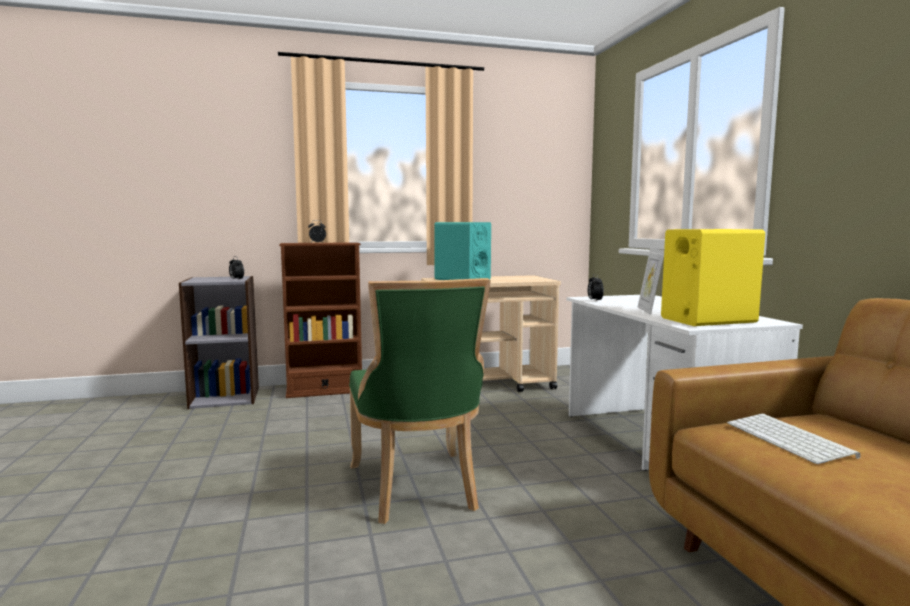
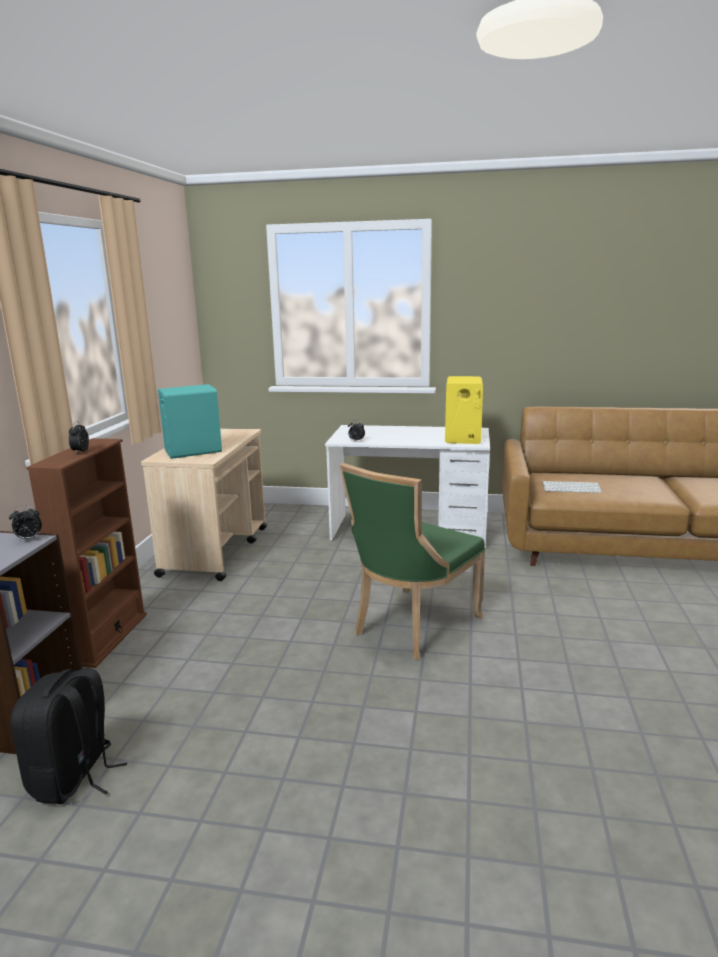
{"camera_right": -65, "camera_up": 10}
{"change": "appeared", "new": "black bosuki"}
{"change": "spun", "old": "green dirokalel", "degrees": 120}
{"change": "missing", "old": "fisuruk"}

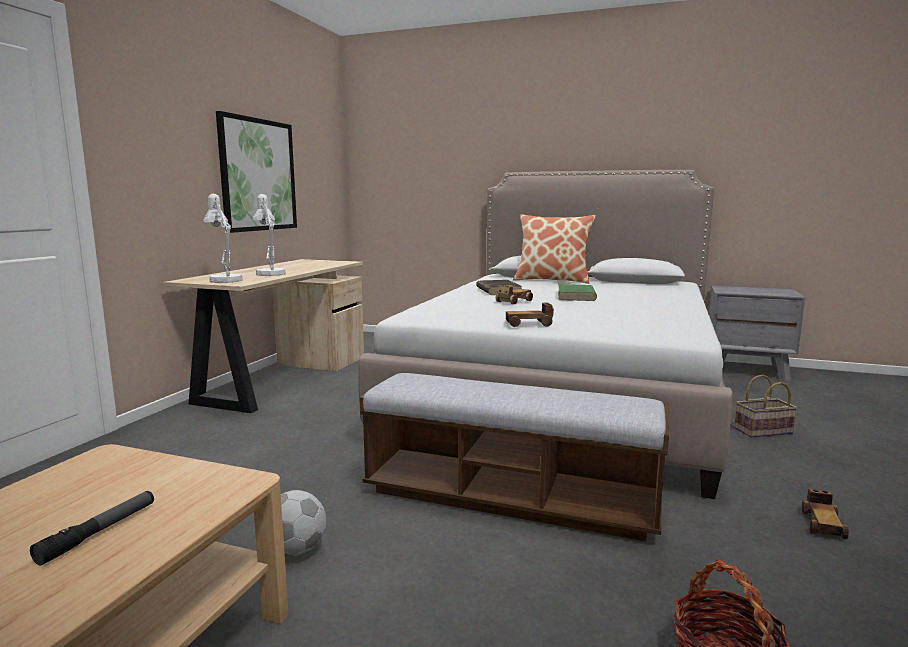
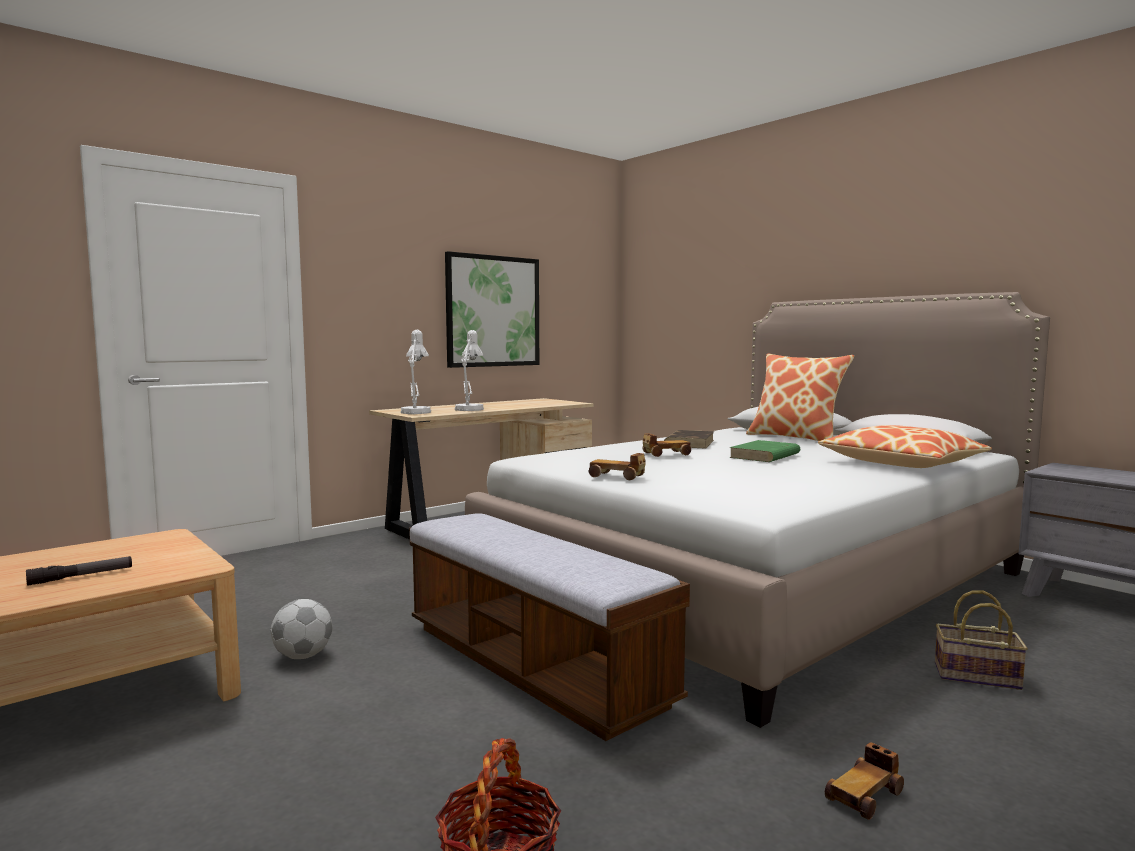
{"camera_right": 30, "camera_up": -5}
{"change": "appeared", "new": "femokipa (no. 2 from left)"}

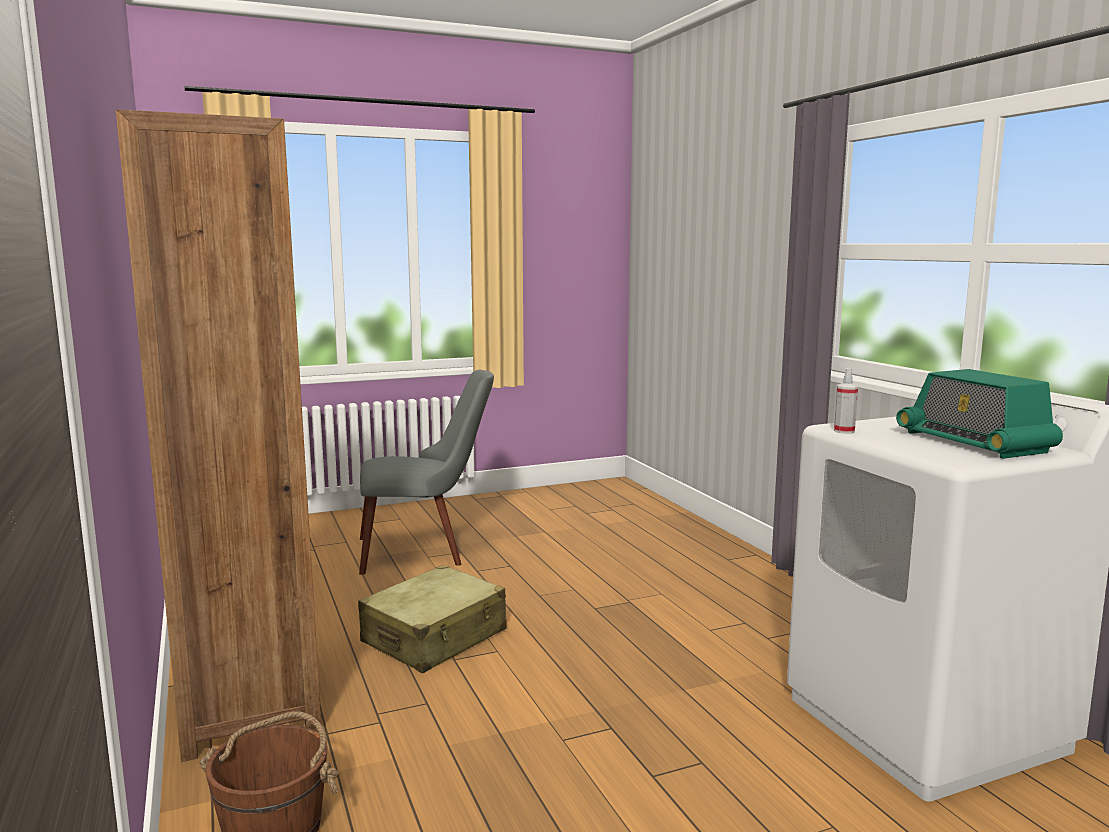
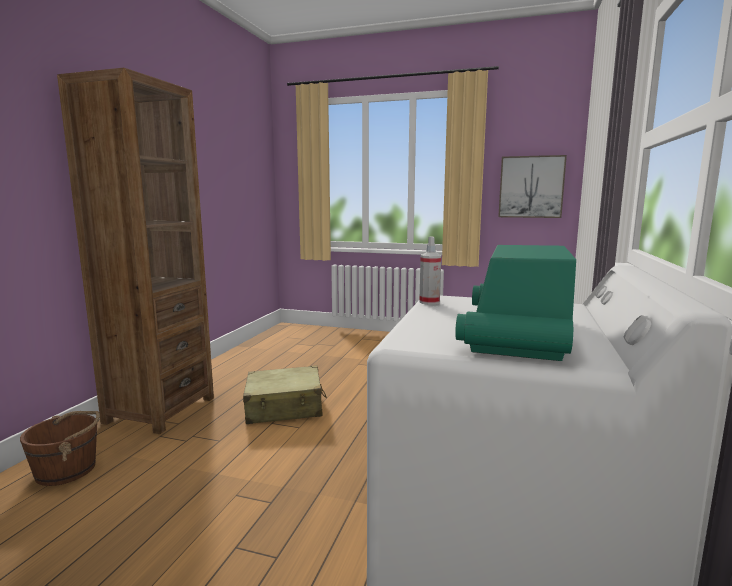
{"camera_right": 40, "camera_up": 0}
{"change": "appeared", "new": "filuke"}
{"change": "missing", "old": "grey dirokalel"}

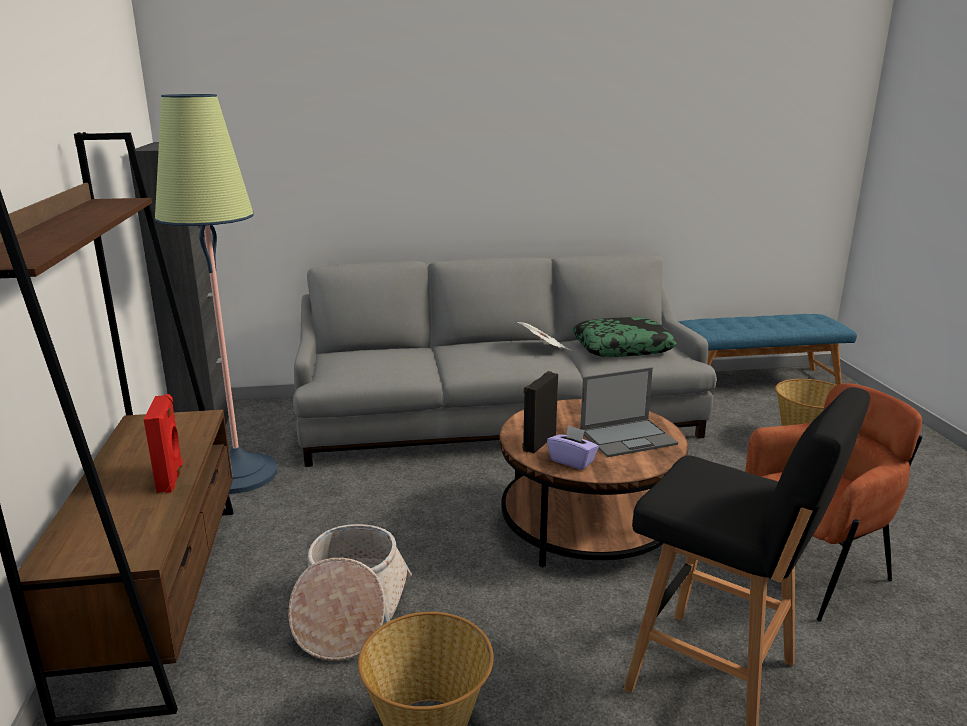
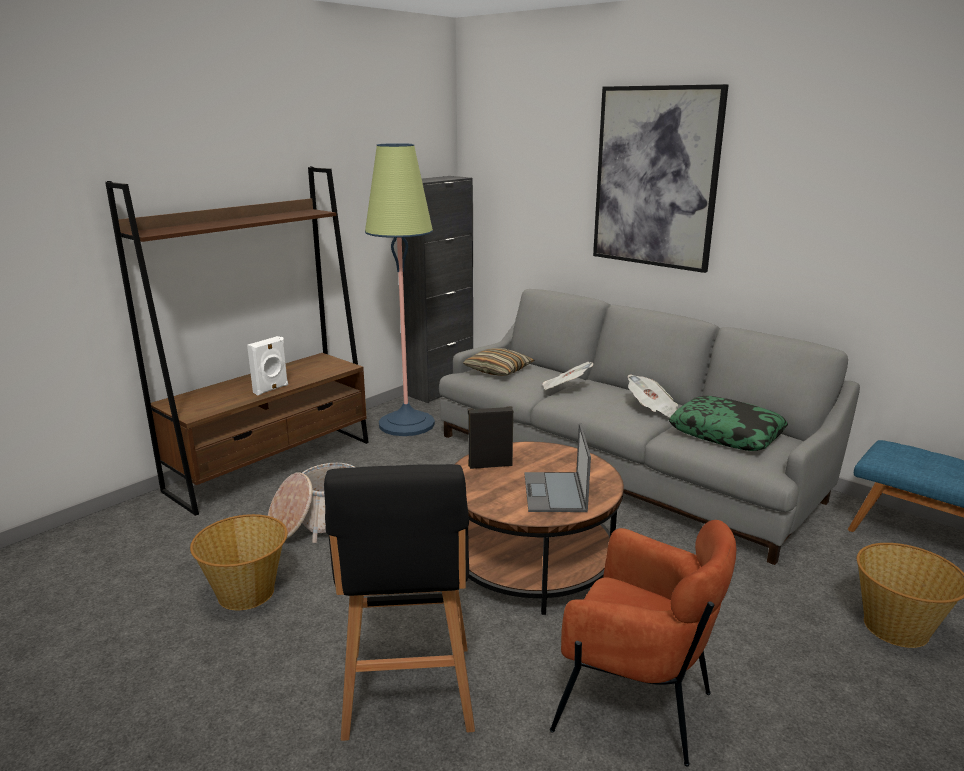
{"camera_right": 50, "camera_up": 0}
{"change": "colour", "old": "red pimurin", "new": "white pimurin"}
{"change": "appeared", "new": "femokipa (no. 1 from left)"}
{"change": "spun", "old": "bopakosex", "degrees": 60}
{"change": "appeared", "new": "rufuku (no. 1 from left)"}
{"change": "appeared", "new": "filuke"}
{"change": "missing", "old": "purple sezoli"}

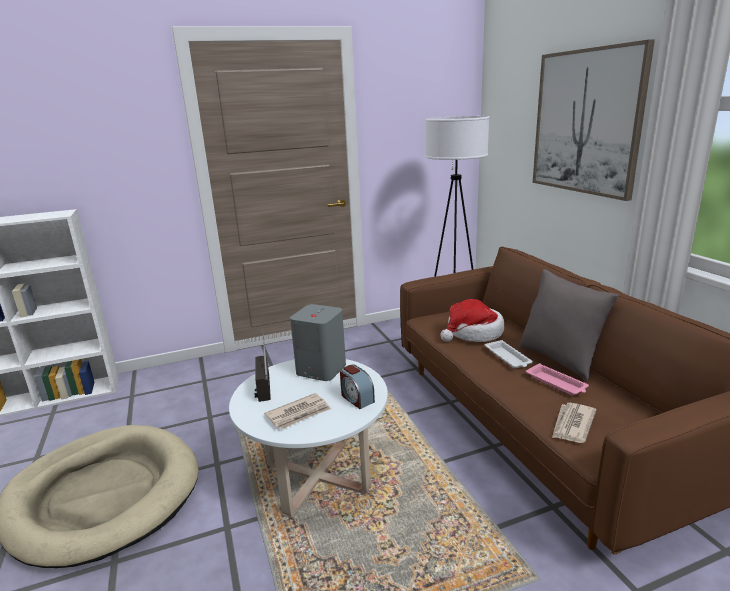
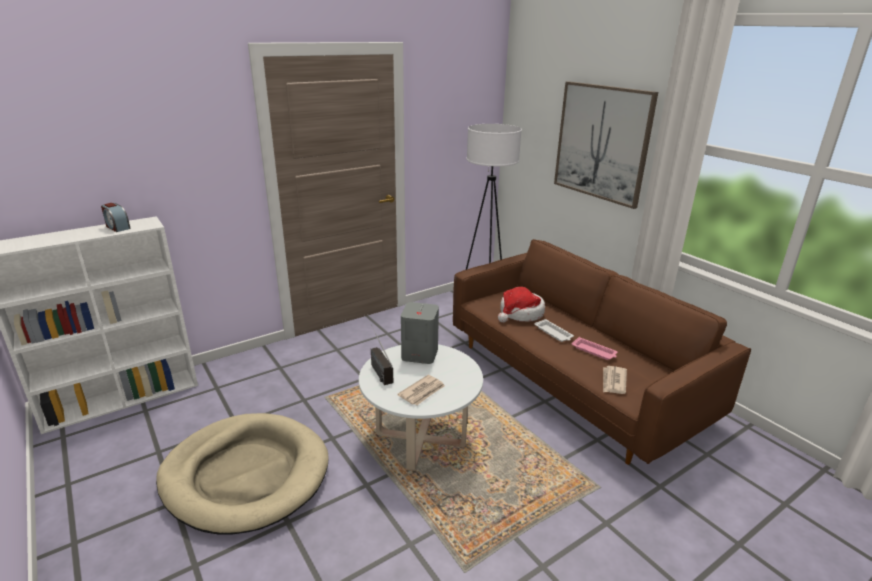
{"camera_right": -15, "camera_up": 5}
{"change": "relocated", "old": "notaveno"}
{"change": "missing", "old": "grey femokipa"}

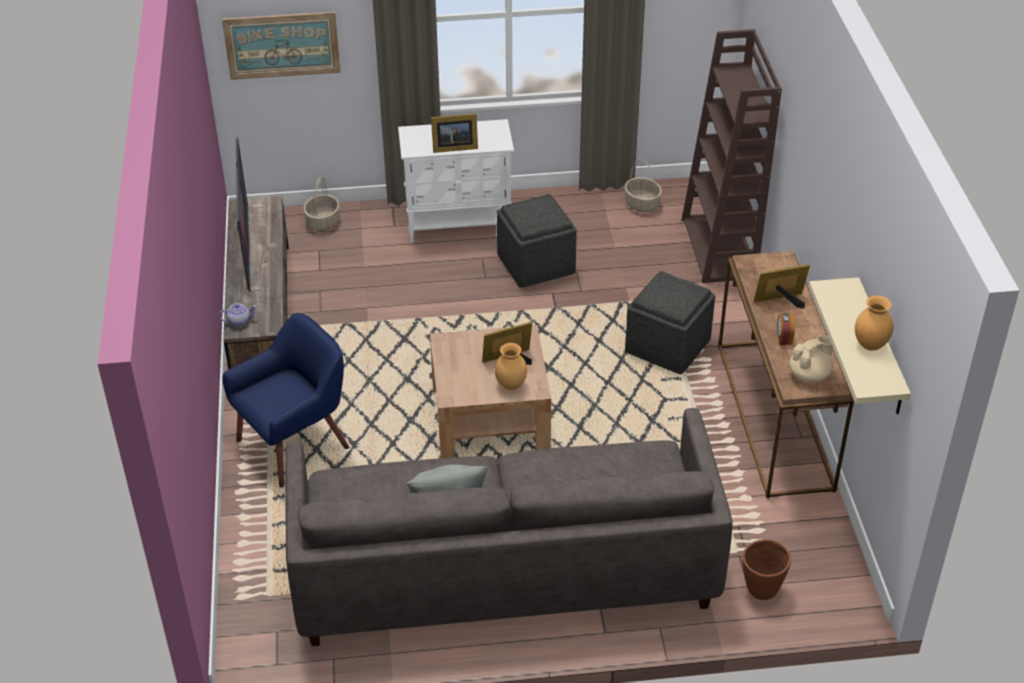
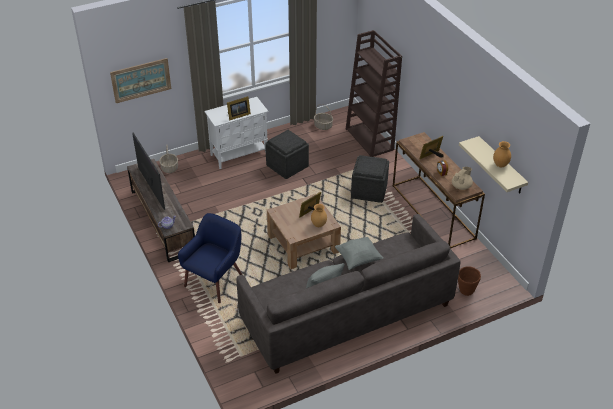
{"camera_right": -20, "camera_up": 0}
{"change": "appeared", "new": "grey femokipa (no. 2 from left)"}

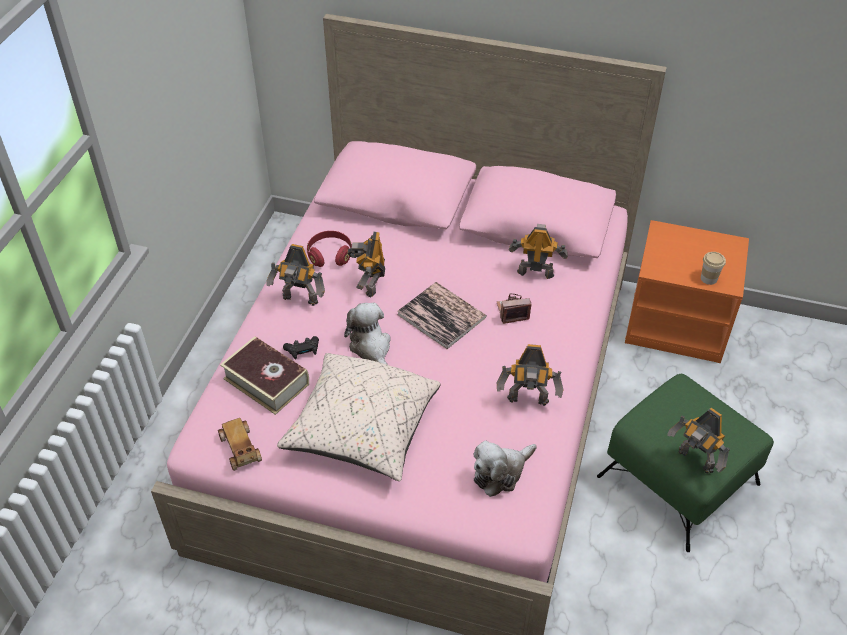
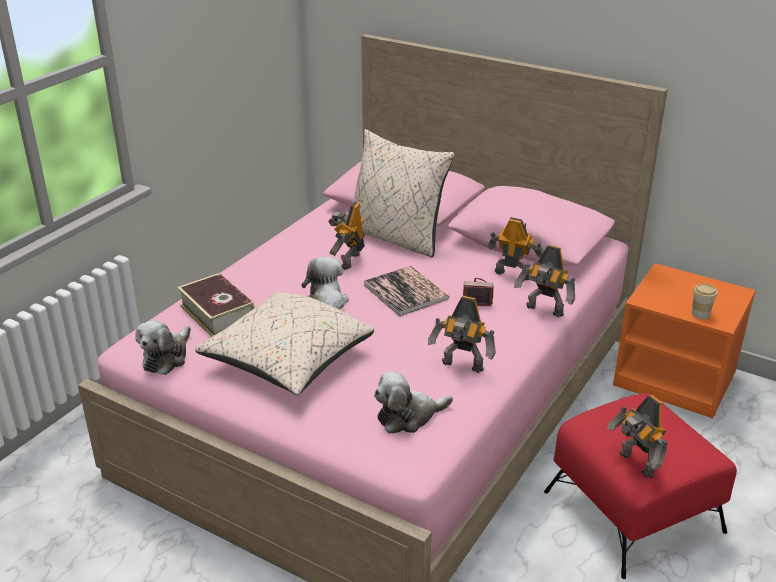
{"camera_right": 15, "camera_up": -15}
{"change": "exchanged", "old": "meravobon", "new": "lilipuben (no. 1 from left)"}
{"change": "appeared", "new": "beige femokipa (no. 2 from left)"}
{"change": "relocated", "old": "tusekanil (no. 1 from left in the first image)", "new": "tusekanil (no. 4 from left)"}
{"change": "colour", "old": "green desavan", "new": "red desavan"}
{"change": "missing", "old": "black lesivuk"}
{"change": "missing", "old": "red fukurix"}

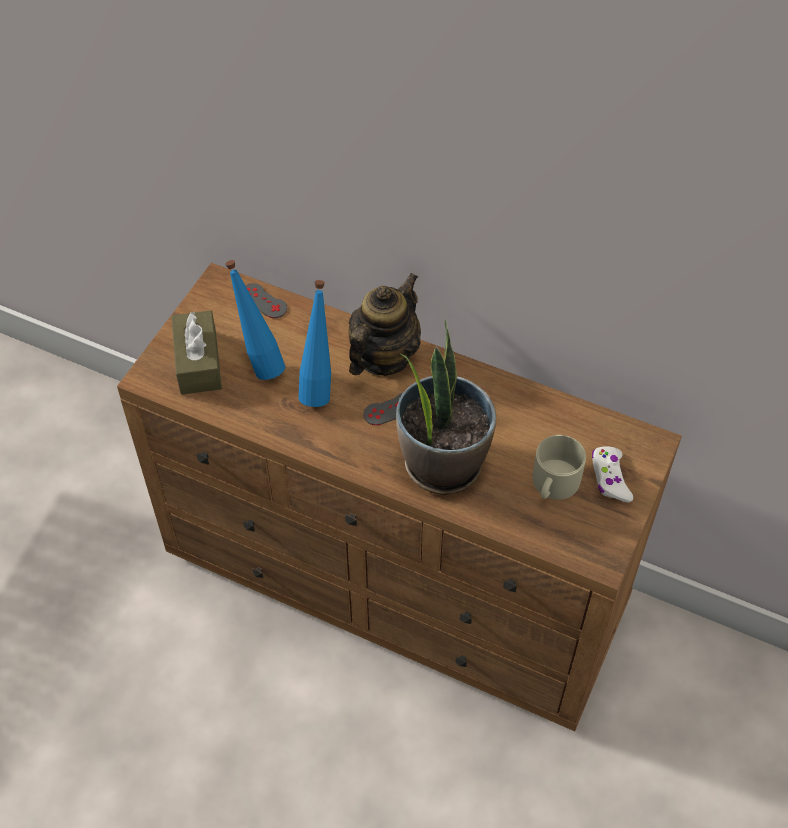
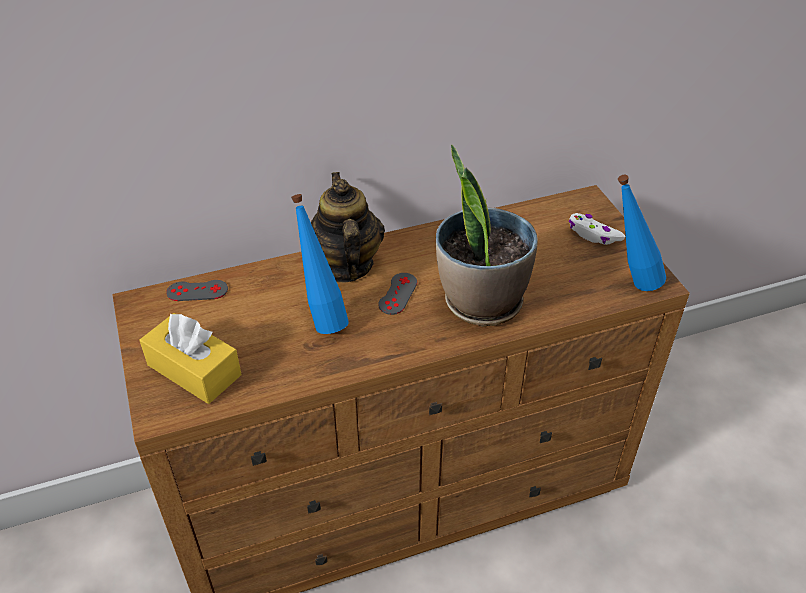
{"camera_right": -45, "camera_up": -10}
{"change": "colour", "old": "brown sezoli", "new": "yellow sezoli"}
{"change": "relocated", "old": "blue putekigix (no. 1 from left in the first image)", "new": "blue putekigix (no. 2 from left)"}
{"change": "missing", "old": "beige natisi"}

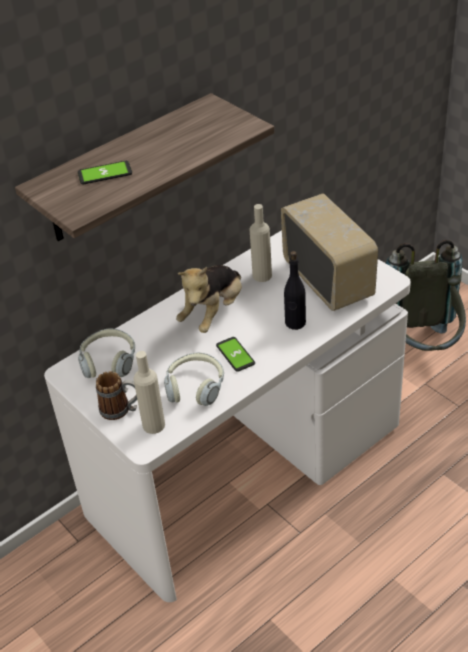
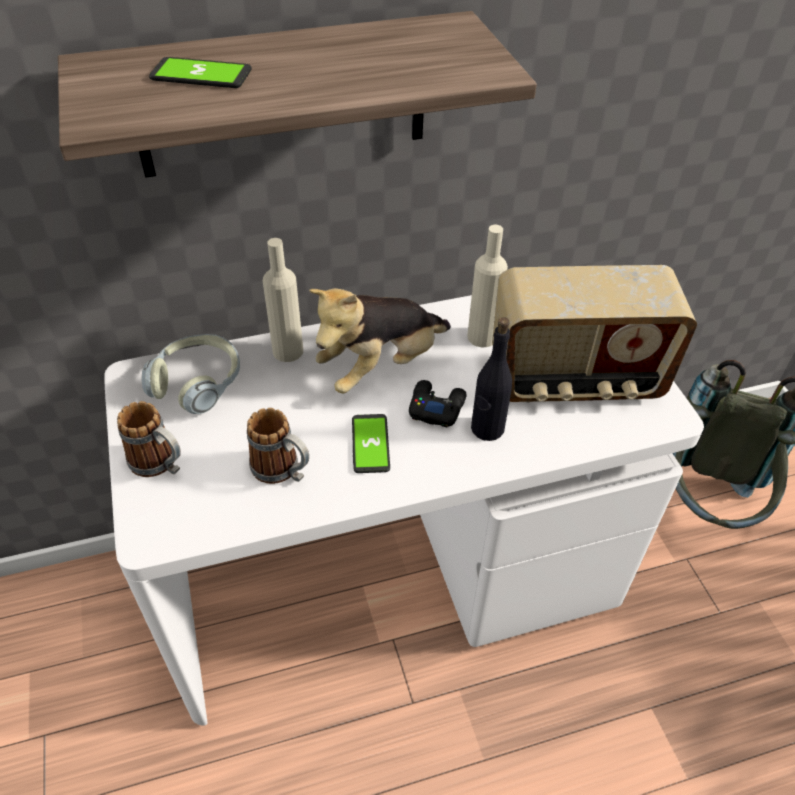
{"camera_right": 20, "camera_up": 5}
{"change": "exchanged", "old": "fukurix (no. 2 from left)", "new": "natisi (no. 2 from left)"}
{"change": "relocated", "old": "beige putekigix (no. 1 from left)"}
{"change": "appeared", "new": "black lesivuk"}
{"change": "spun", "old": "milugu", "degrees": 90}

